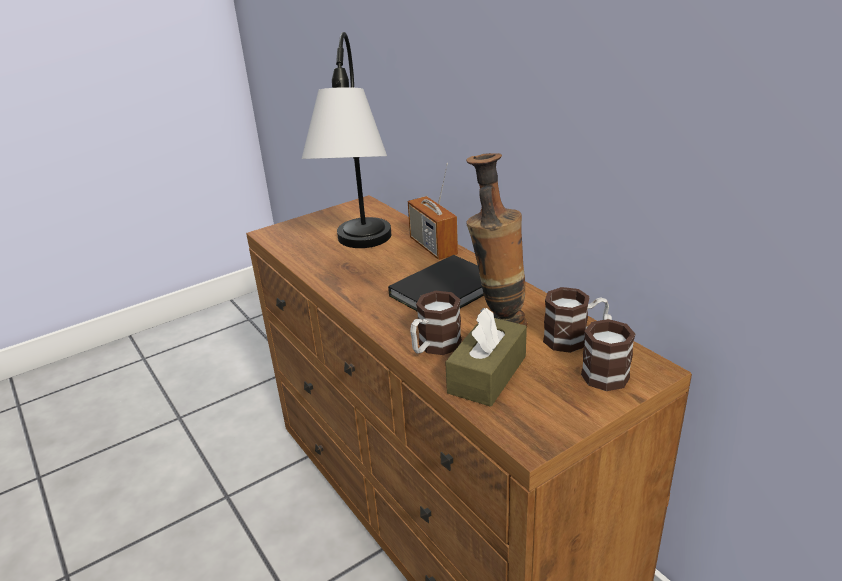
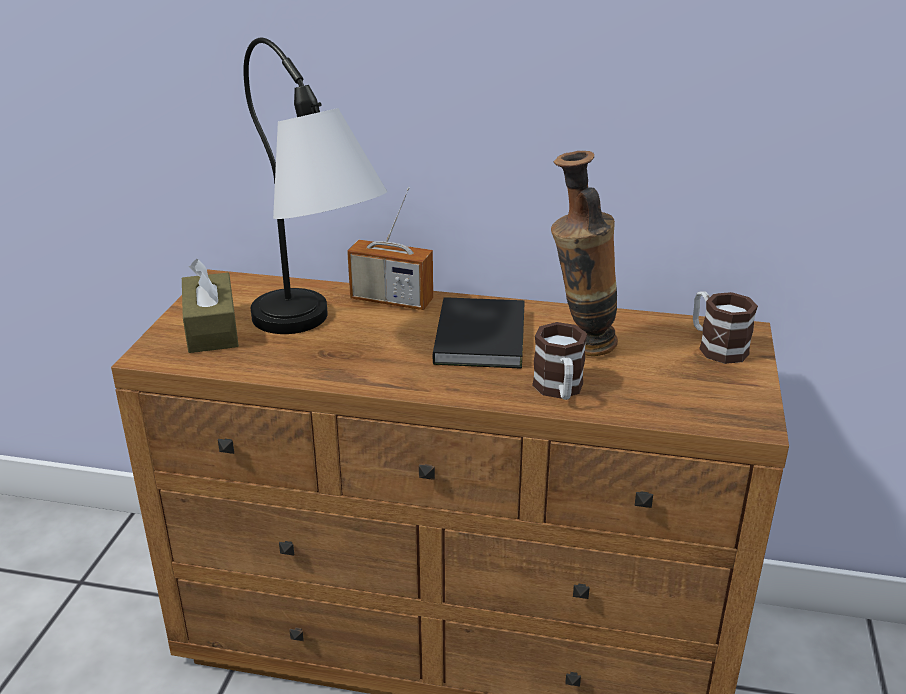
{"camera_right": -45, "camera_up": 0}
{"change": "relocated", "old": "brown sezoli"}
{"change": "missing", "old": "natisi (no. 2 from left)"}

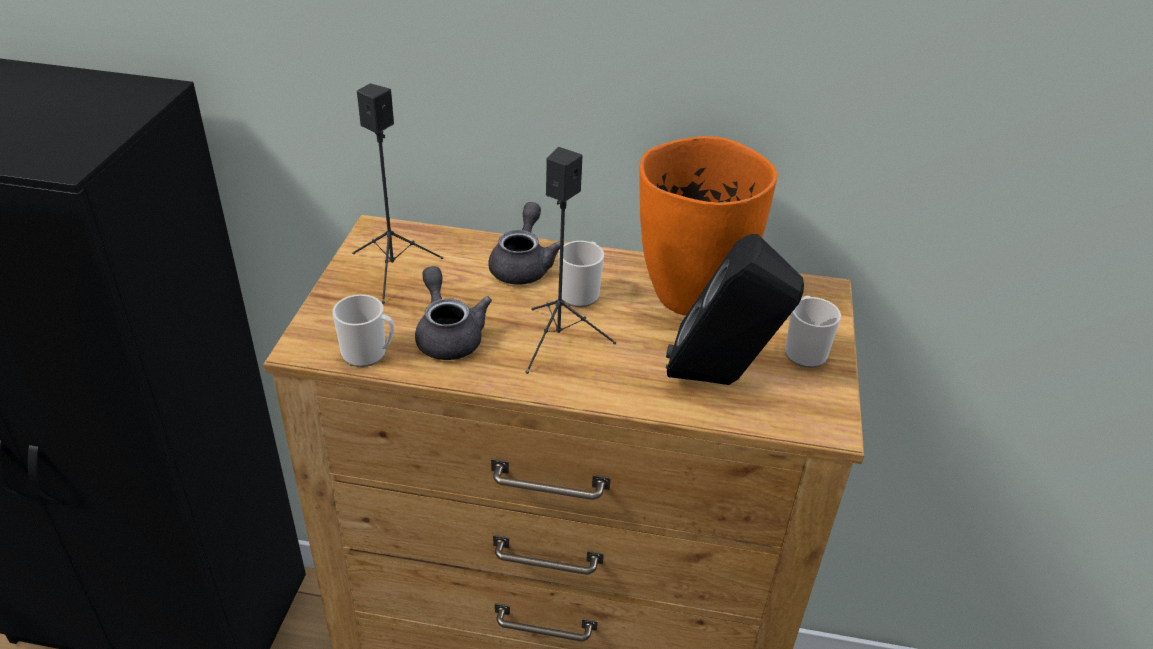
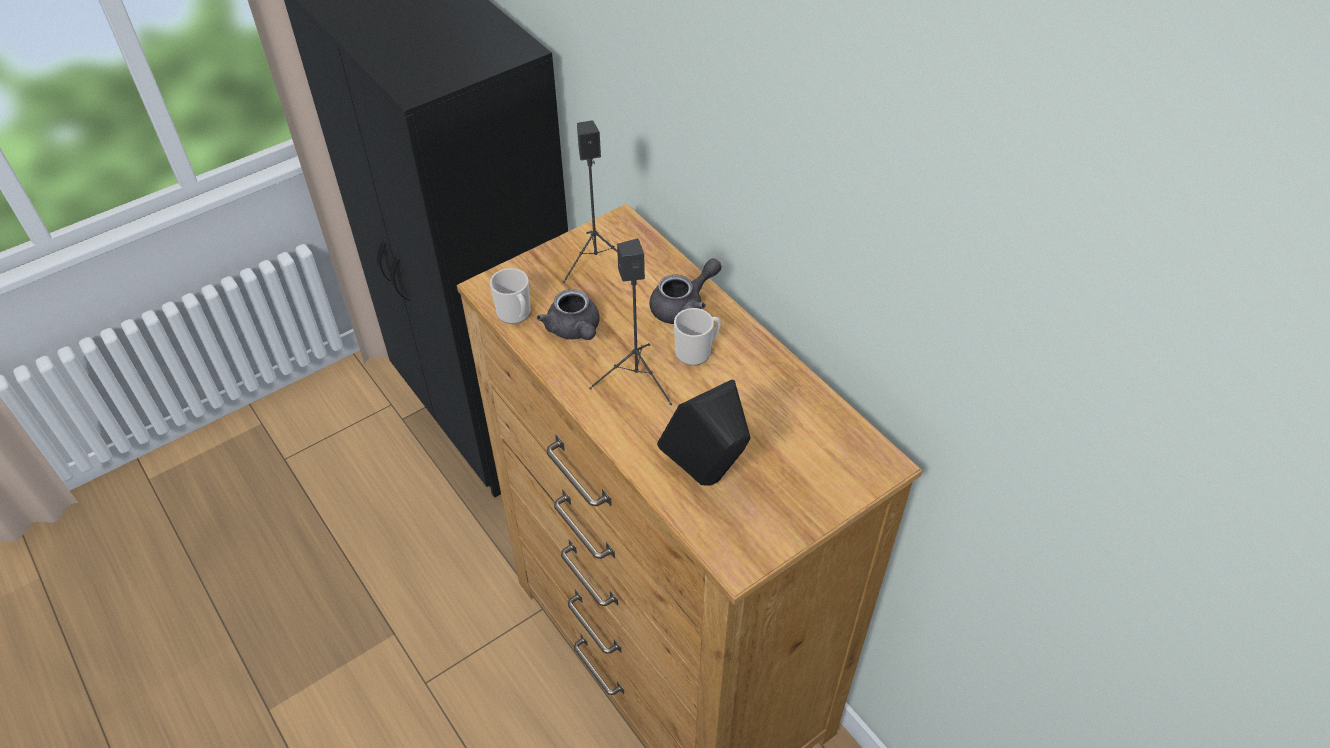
{"camera_right": 45, "camera_up": 10}
{"change": "spun", "old": "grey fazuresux (no. 1 from left)", "degrees": 135}
{"change": "missing", "old": "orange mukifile"}
{"change": "missing", "old": "natisi (no. 3 from left)"}

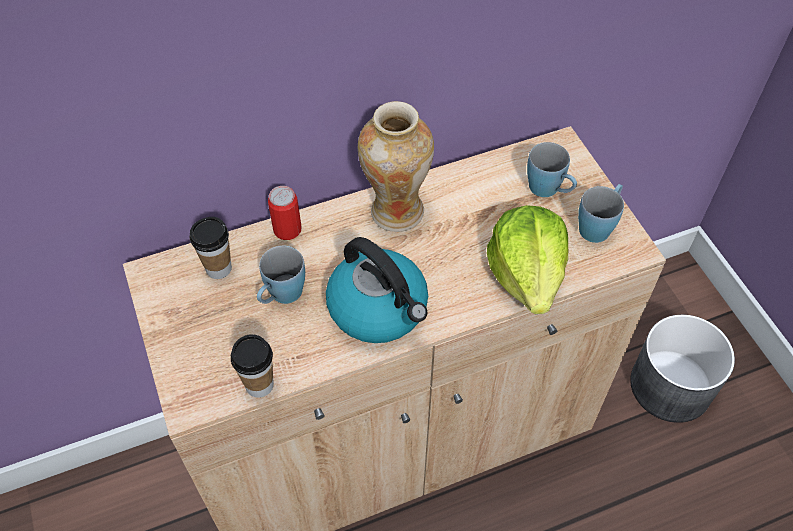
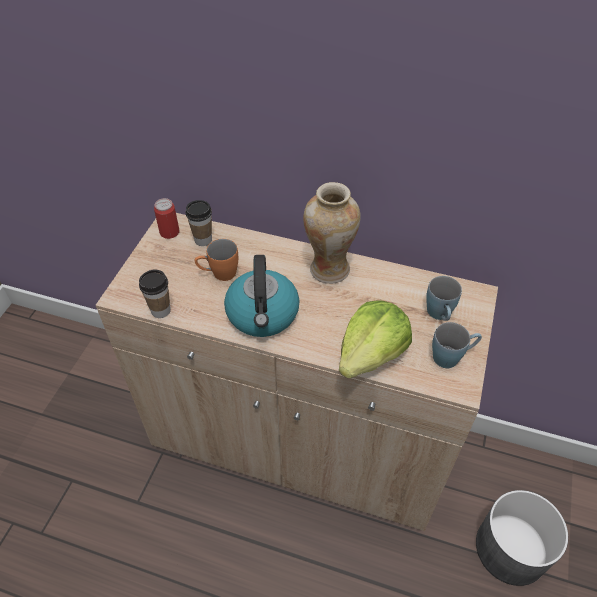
{"camera_right": 40, "camera_up": -5}
{"change": "relocated", "old": "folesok"}
{"change": "colour", "old": "blue natisi (no. 1 from left)", "new": "orange natisi"}

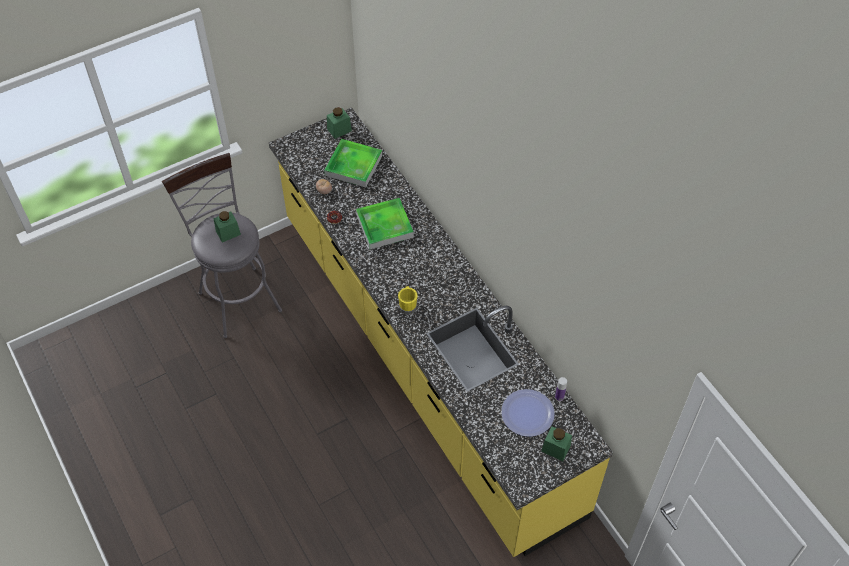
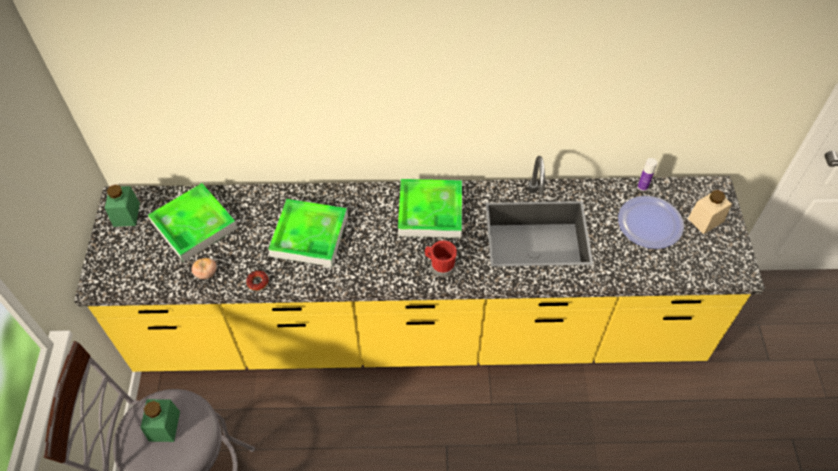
{"camera_right": -60, "camera_up": 0}
{"change": "appeared", "new": "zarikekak (no. 3 from left)"}
{"change": "colour", "old": "yellow natisi", "new": "red natisi"}
{"change": "colour", "old": "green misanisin (no. 3 from left)", "new": "beige misanisin"}

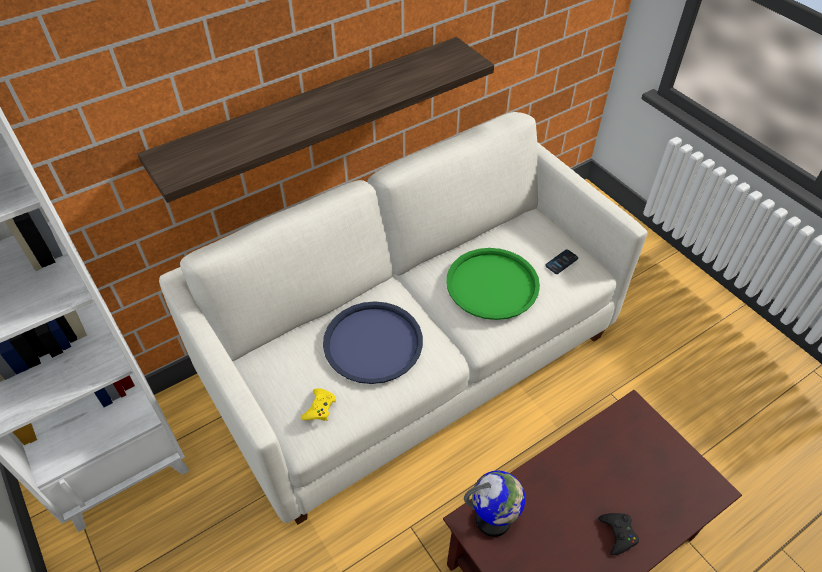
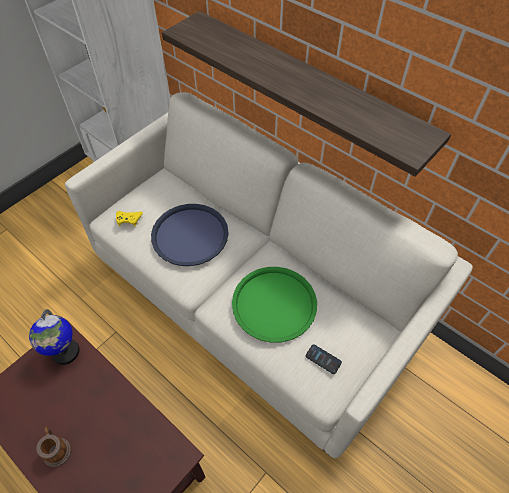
{"camera_right": 75, "camera_up": 5}
{"change": "exchanged", "old": "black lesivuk", "new": "natisi"}

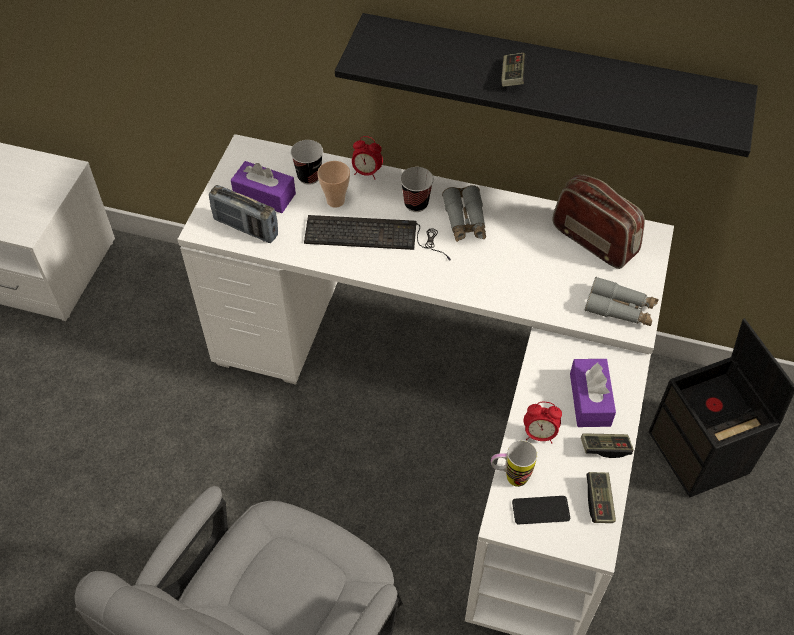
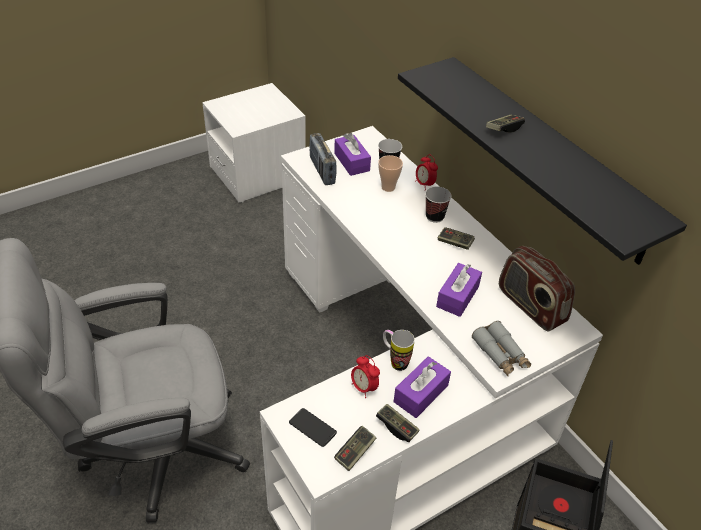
{"camera_right": 40, "camera_up": -10}
{"change": "relocated", "old": "natisi"}
{"change": "appeared", "new": "purple sezoli (no. 3 from left)"}
{"change": "exchanged", "old": "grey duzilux (no. 1 from left)", "new": "lesivuk (no. 3 from left)"}
{"change": "spun", "old": "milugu (no. 2 from left)", "degrees": 150}
{"change": "missing", "old": "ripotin"}

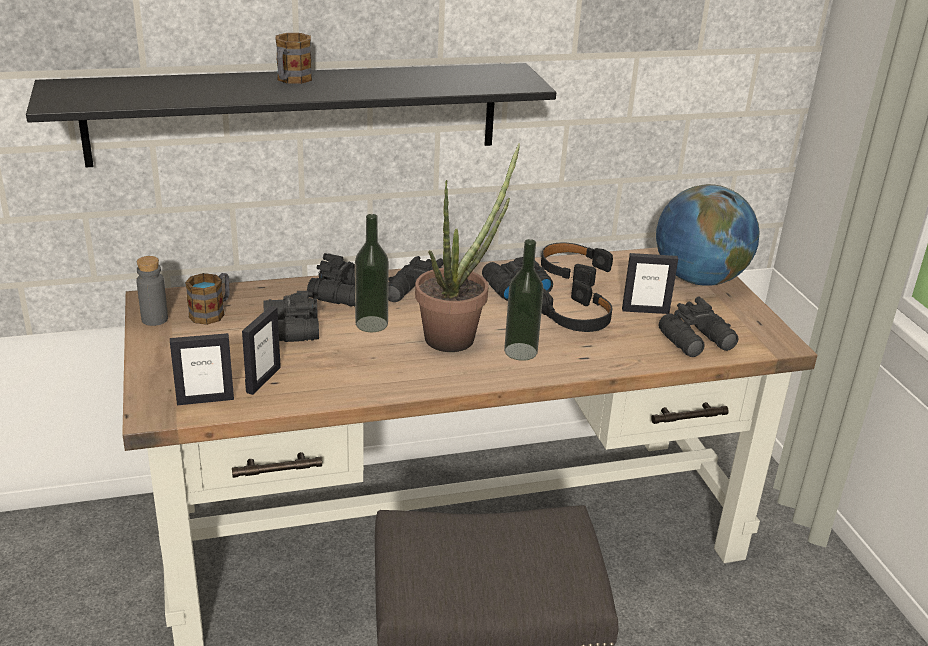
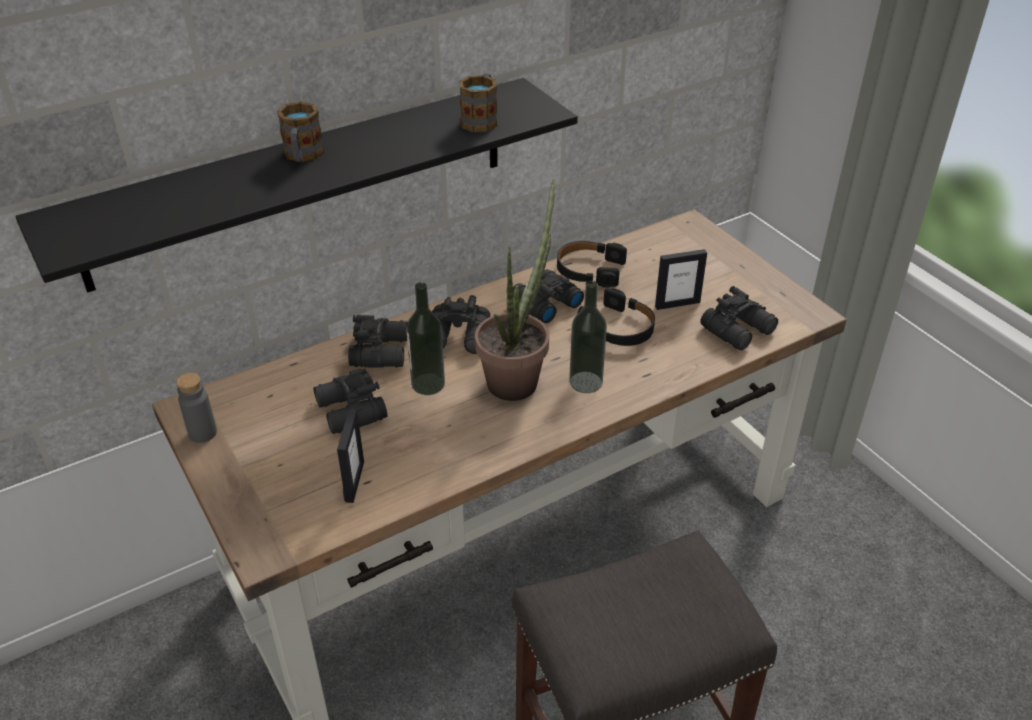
{"camera_right": -15, "camera_up": 10}
{"change": "relocated", "old": "natisi (no. 1 from left in the first image)", "new": "natisi (no. 2 from left)"}
{"change": "missing", "old": "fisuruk (no. 1 from left)"}
{"change": "missing", "old": "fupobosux"}

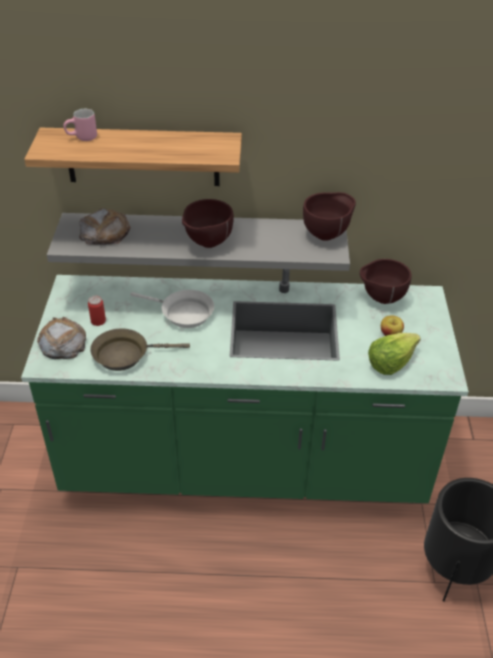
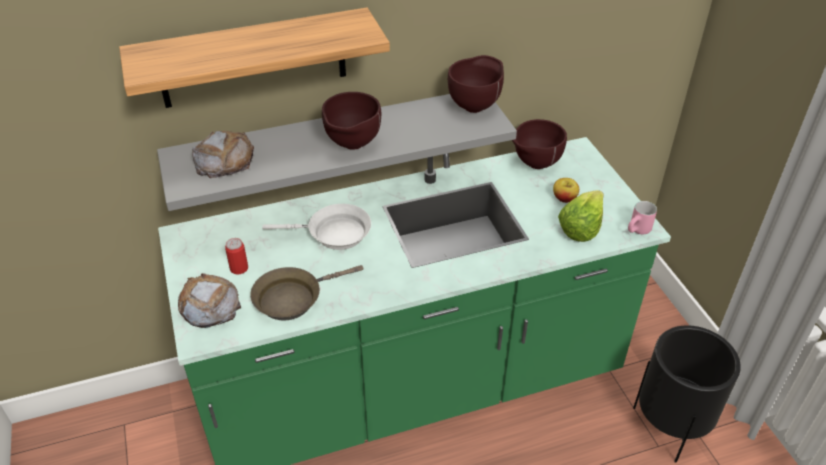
{"camera_right": -20, "camera_up": 0}
{"change": "relocated", "old": "pink natisi"}

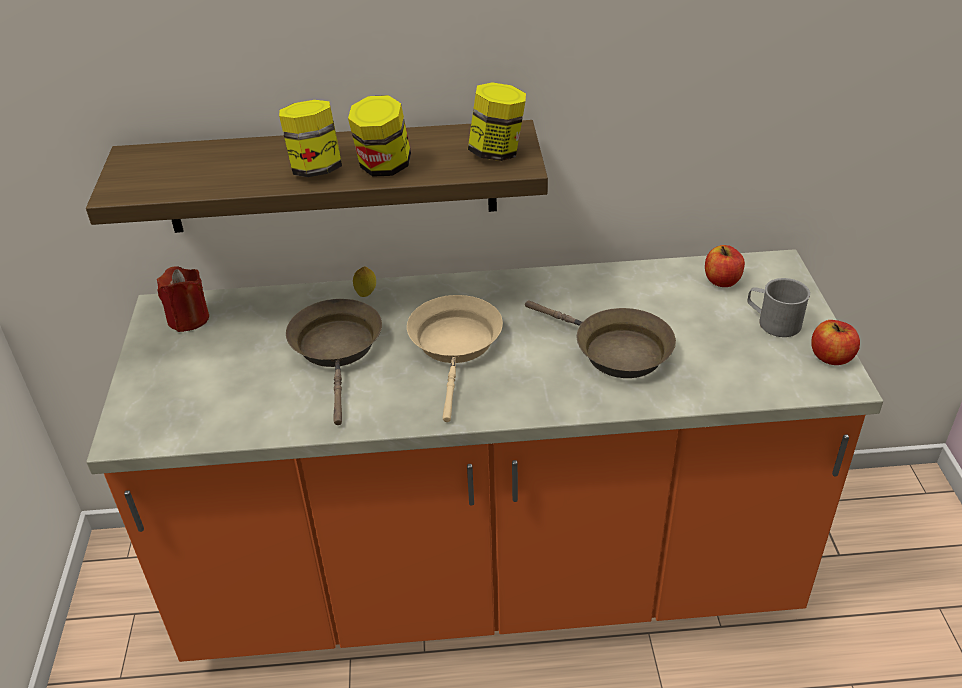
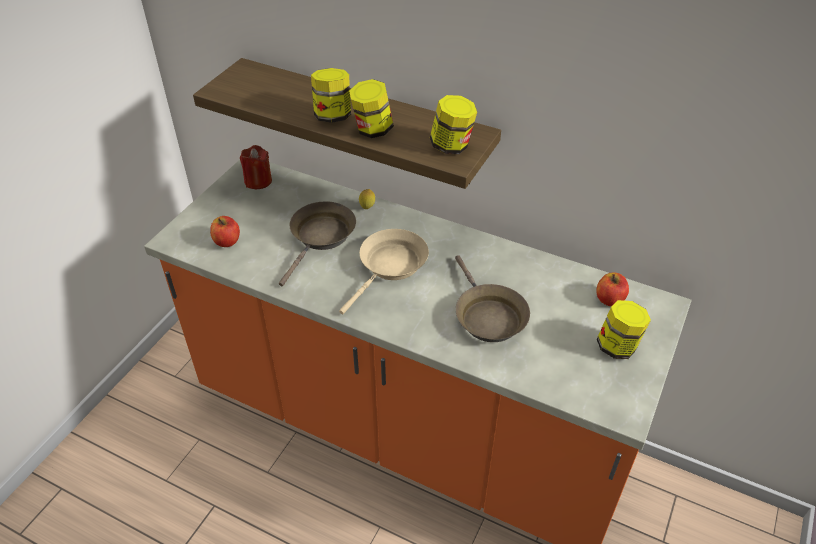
{"camera_right": 30, "camera_up": 5}
{"change": "relocated", "old": "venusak (no. 2 from left in the first image)", "new": "venusak (no. 1 from left)"}
{"change": "exchanged", "old": "grey natisi", "new": "misanisin (no. 4 from left)"}

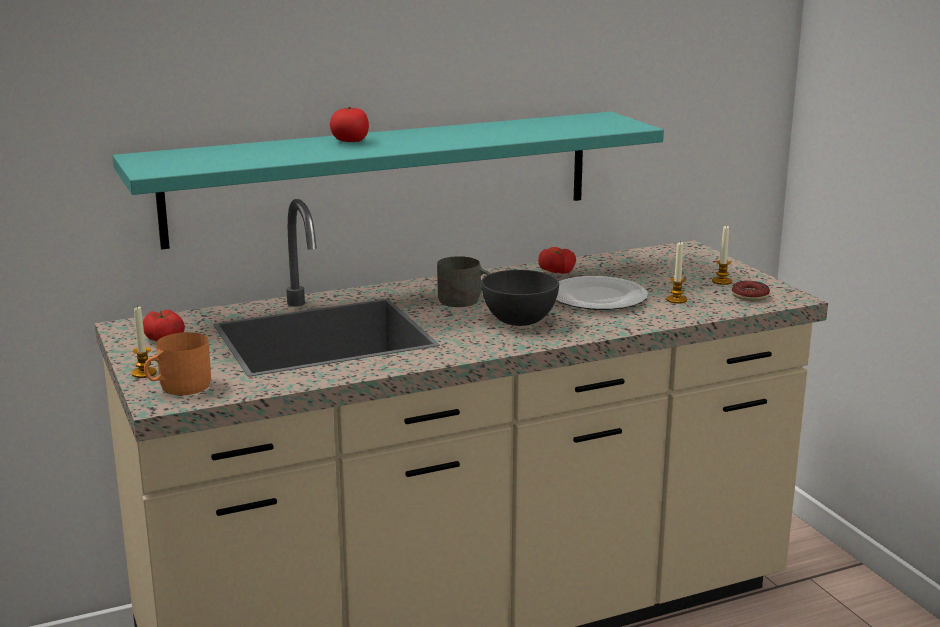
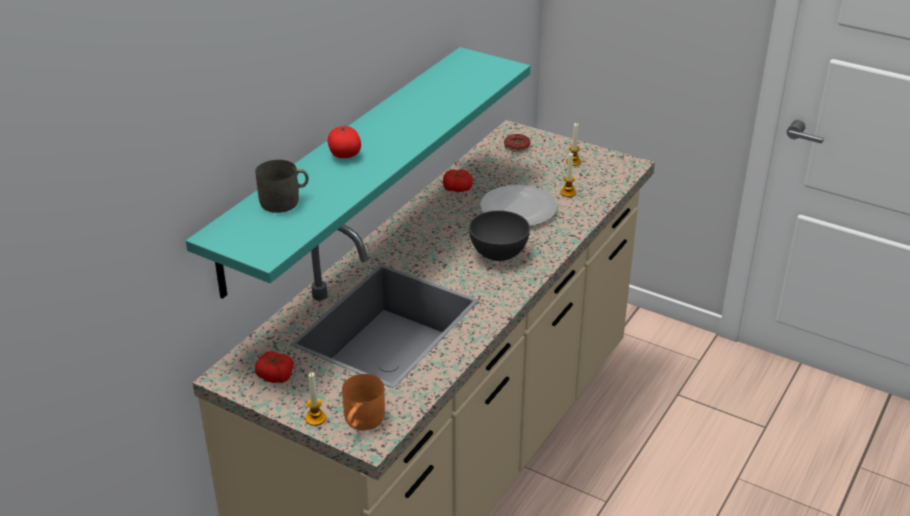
{"camera_right": -35, "camera_up": 15}
{"change": "relocated", "old": "grey natisi"}
{"change": "relocated", "old": "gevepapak"}

